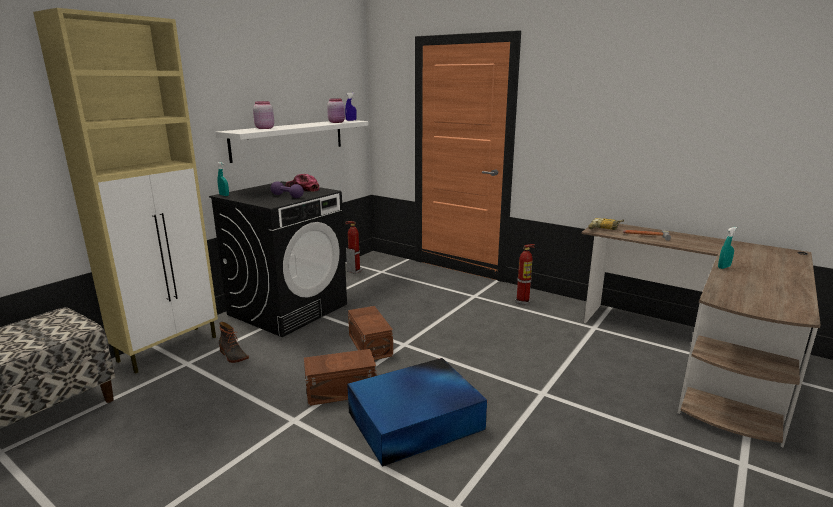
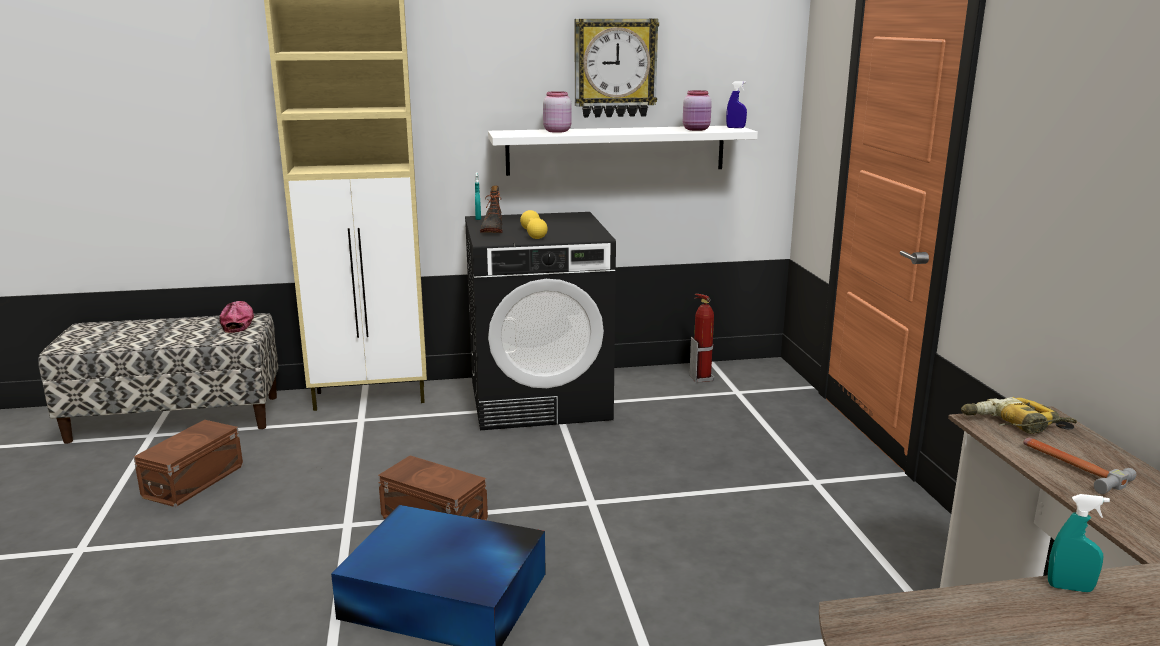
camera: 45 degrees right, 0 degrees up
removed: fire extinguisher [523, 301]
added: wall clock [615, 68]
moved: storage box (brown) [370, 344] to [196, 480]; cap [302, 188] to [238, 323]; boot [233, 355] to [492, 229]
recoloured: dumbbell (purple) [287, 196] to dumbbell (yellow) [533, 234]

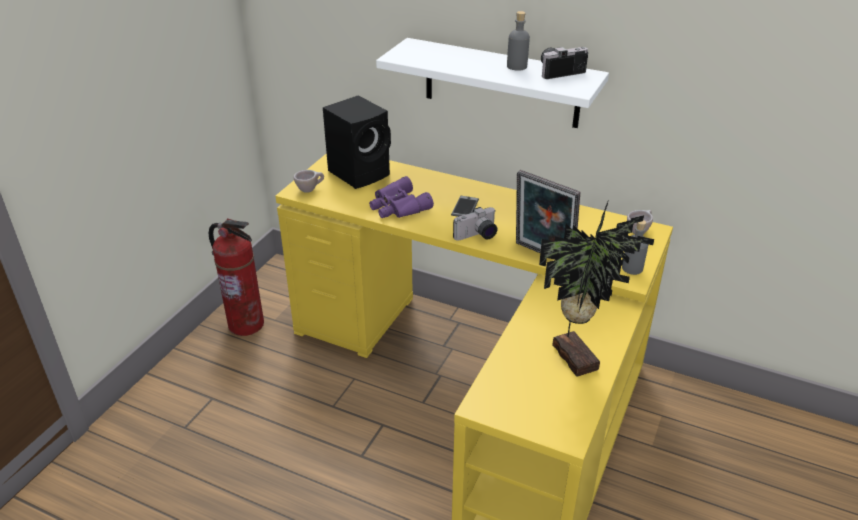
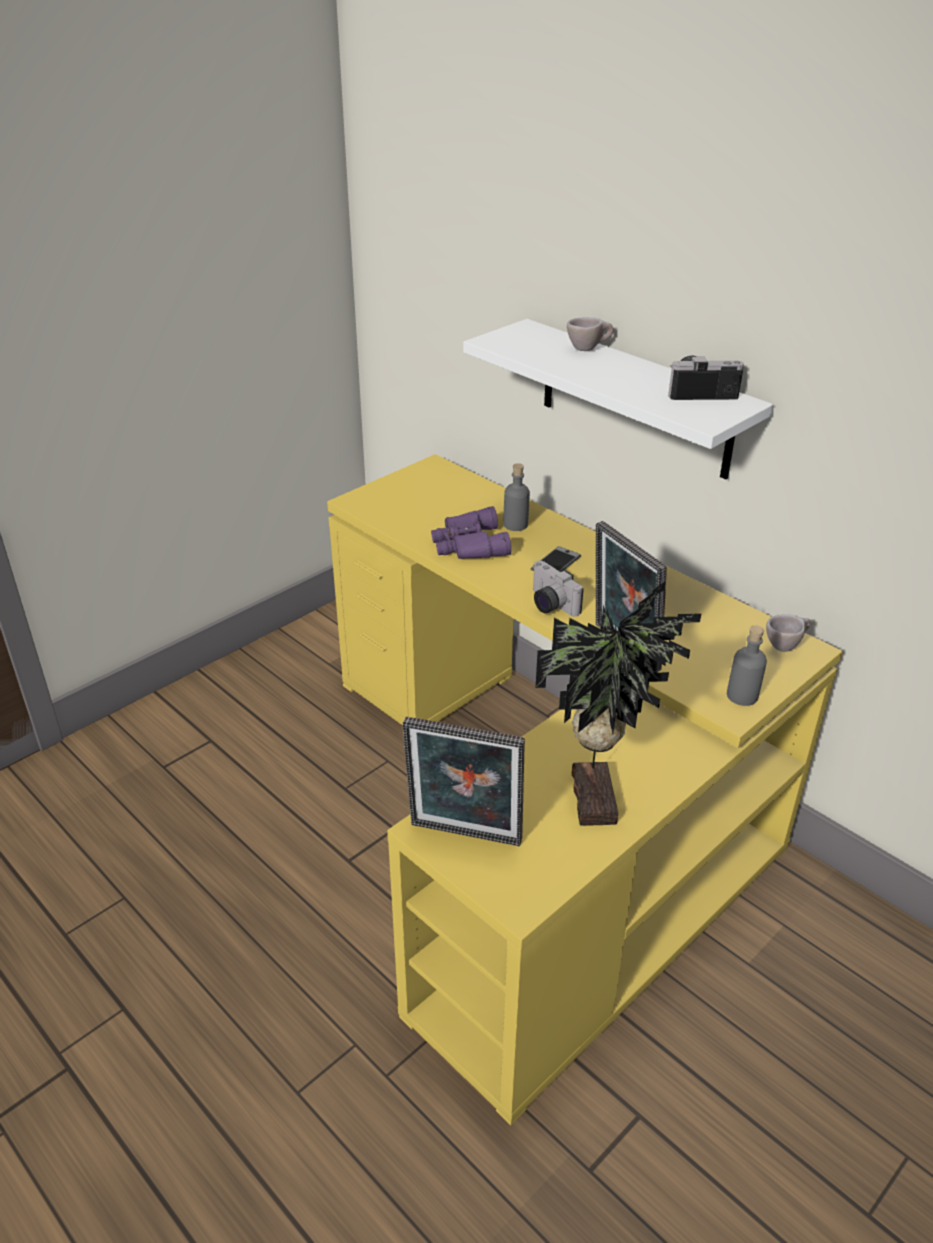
camera: 20 degrees right, 0 degrees up
removed: fire extinguisher [246, 324]; speaker (black) [361, 173]
added: picture frame [464, 837]
moved: bottle (grey) [517, 66] to [515, 524]; cup (beige) [310, 189] to [588, 349]
turned: photo camera [477, 236] = [549, 604] 60 degrees clockwise

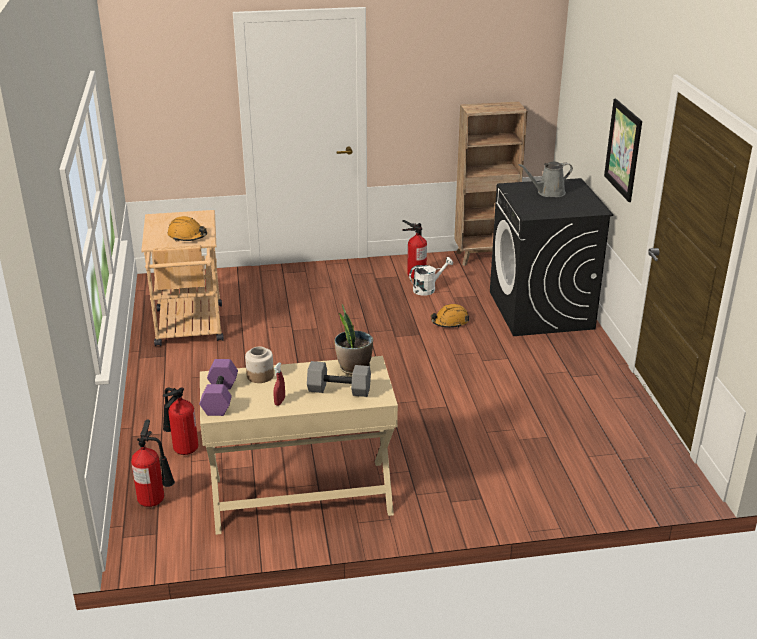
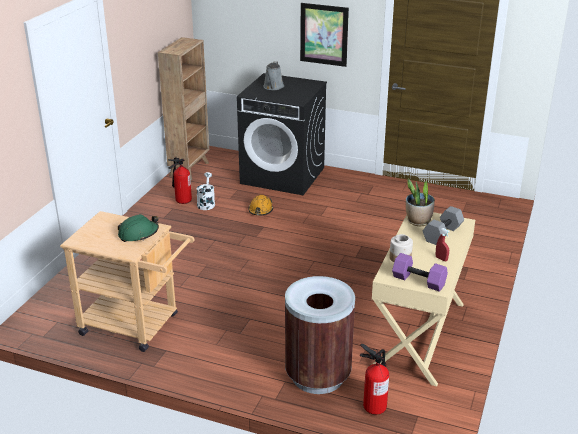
camera: 60 degrees left, 0 degrees up
replaced: fire extinguisher [182, 450] to trash can (brown) [317, 376]
recoloured: hard hat (orange) [187, 236] to hard hat (green) [138, 234]

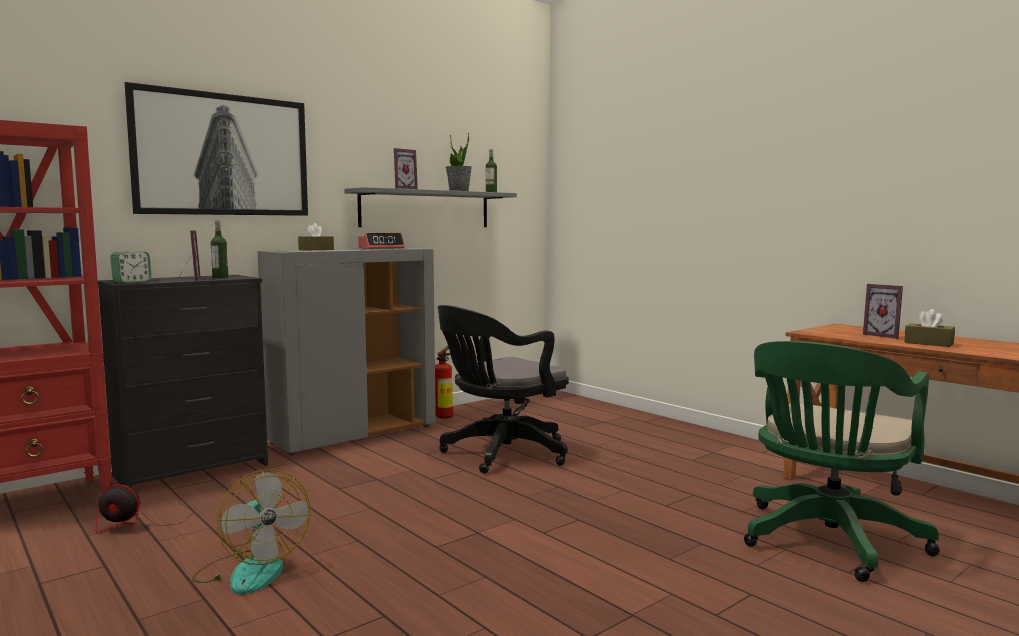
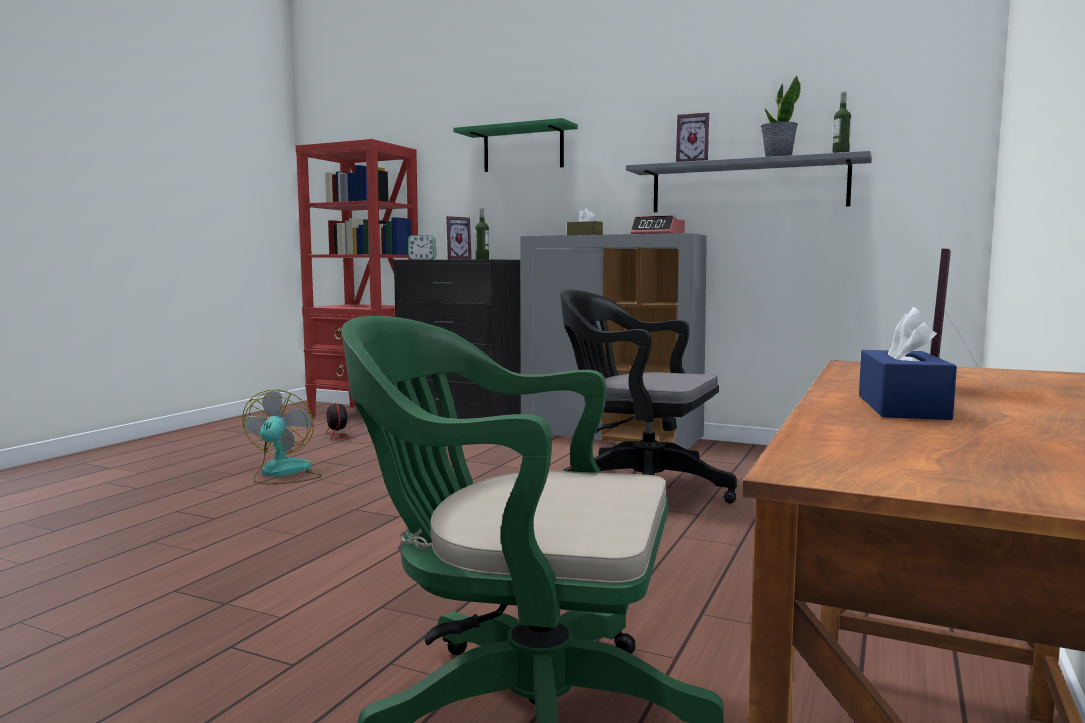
camera: 65 degrees right, 0 degrees up
removed: fire extinguisher [446, 416]
replaced: picture [222, 155] to shelf (green) [523, 149]
recoloured: tissue box (brown) [928, 343] to tissue box (blue) [902, 407]
turned: fan [251, 571] = [282, 473] 150 degrees clockwise

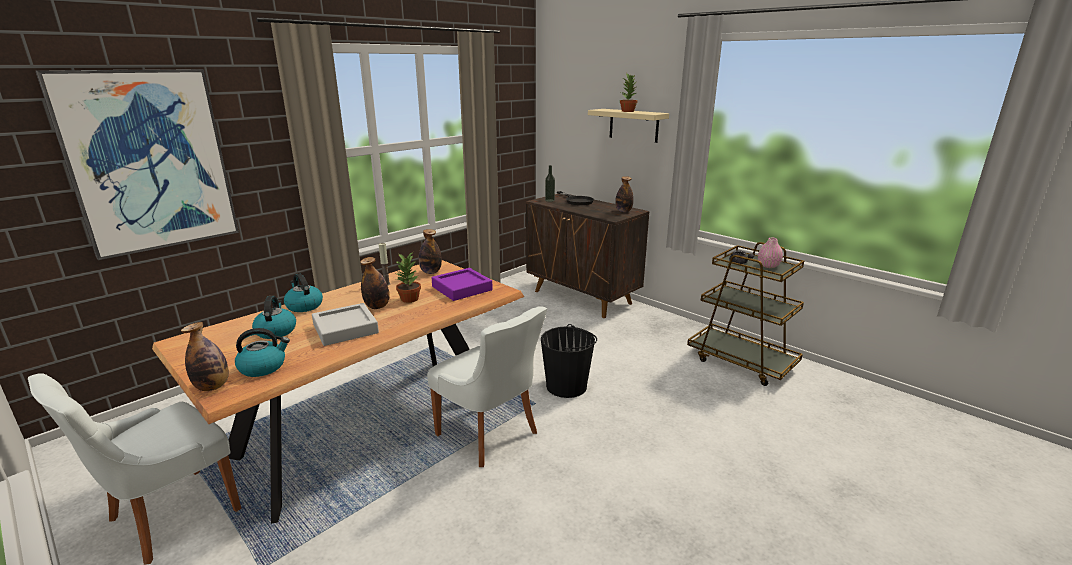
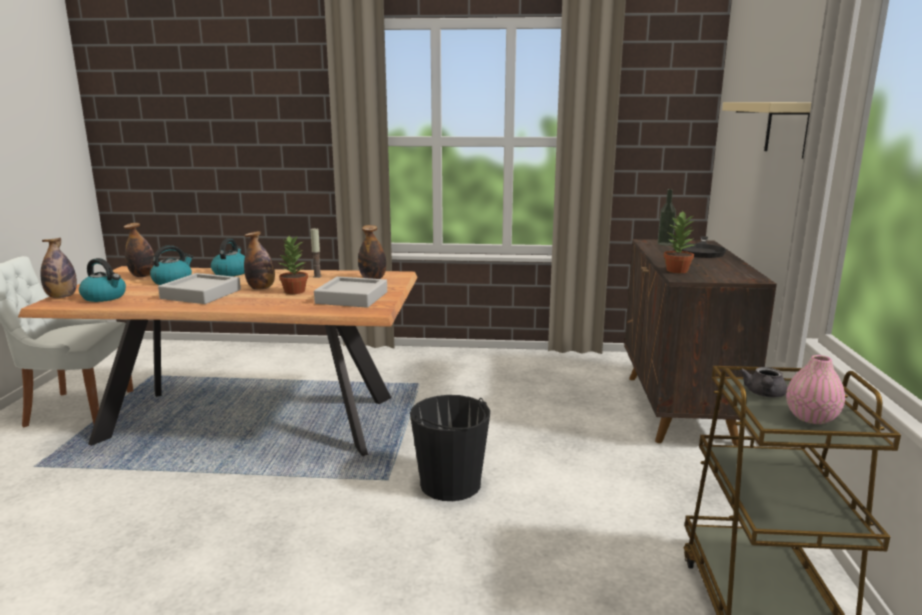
camera: 50 degrees right, 5 degrees down
removed: picture [149, 161]; chair (white) [490, 435]
moved: bottle [623, 211] to [143, 276]; potted plant [628, 111] to [677, 270]
recoloured: tray (purple) [462, 288] to tray (grey) [352, 298]

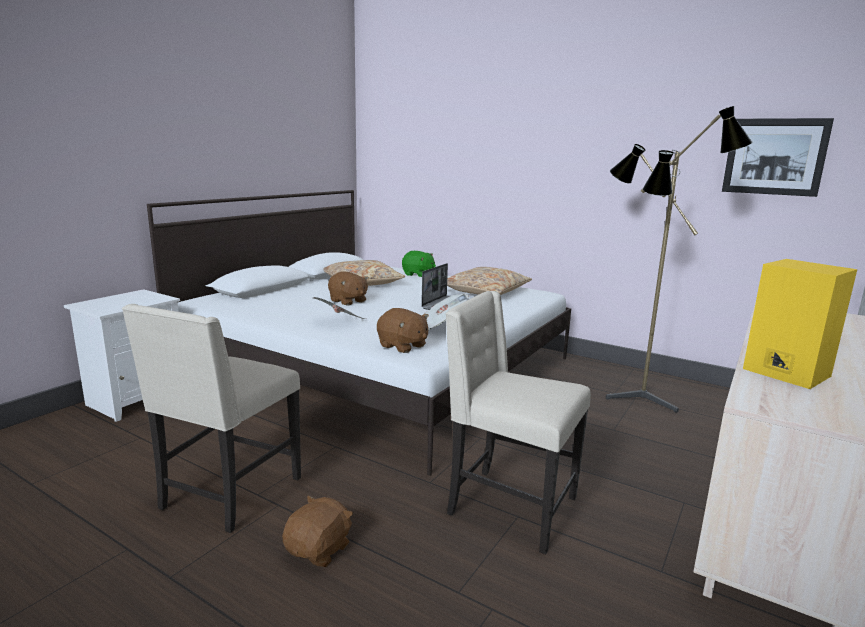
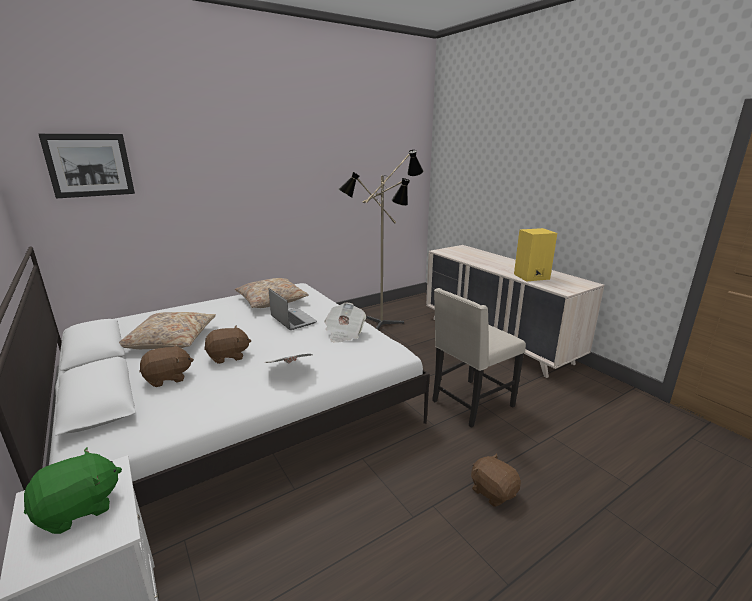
camera: 65 degrees left, 5 degrees up
removed: chair (beige) [229, 494]
moved: plush toy (green) [418, 274] to [79, 509]; picture [774, 156] to [89, 165]; plush toy (brown) [402, 346] to [168, 378]

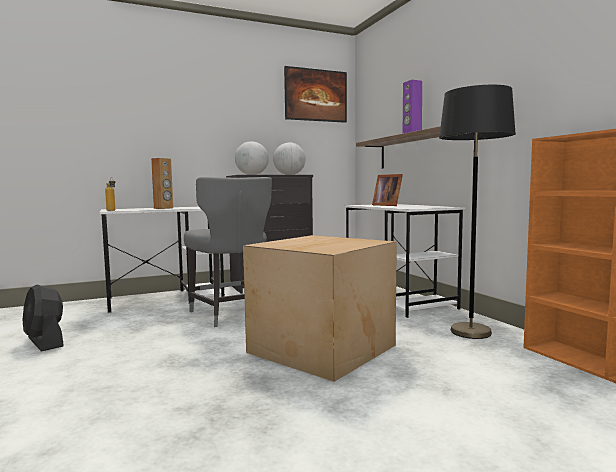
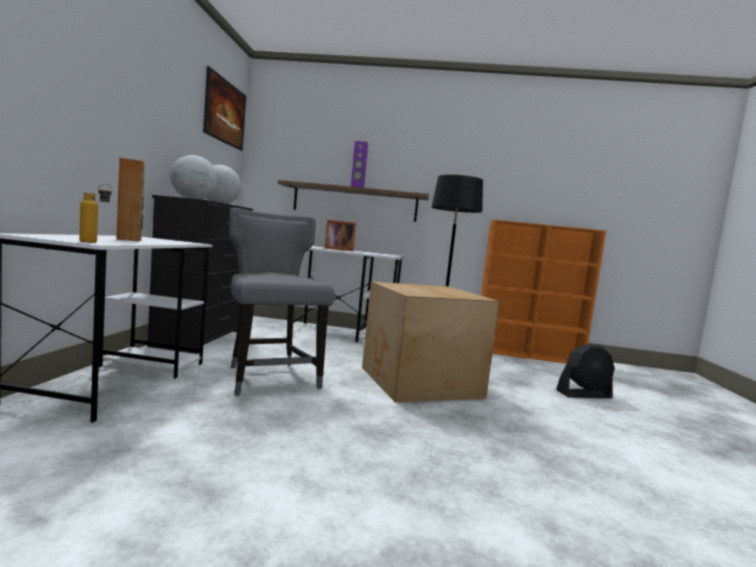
camera: 60 degrees left, 0 degrees up
moved: fan (black) [45, 342] to [584, 394]
turned: chair (grey) [230, 315] = [270, 377] 120 degrees counterclockwise

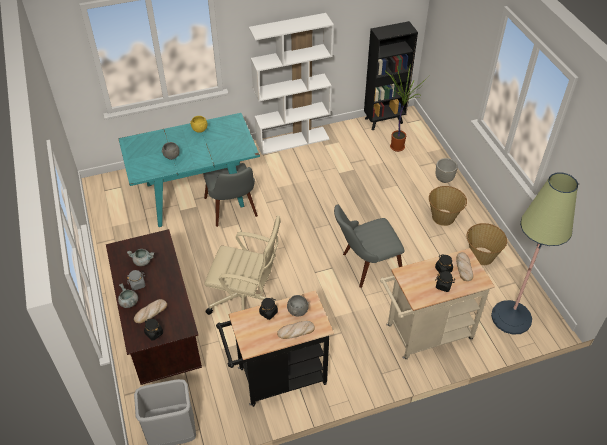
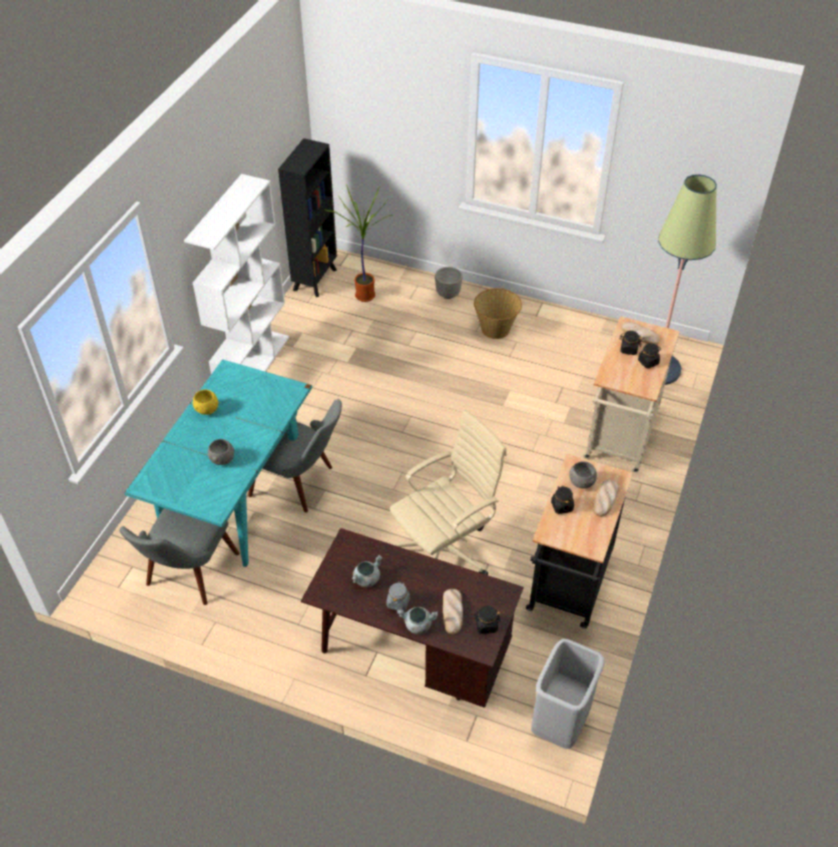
camera: 50 degrees left, 0 degrees up
removed: basket [481, 256]
moved: chair (grey) [365, 266] to [186, 578]

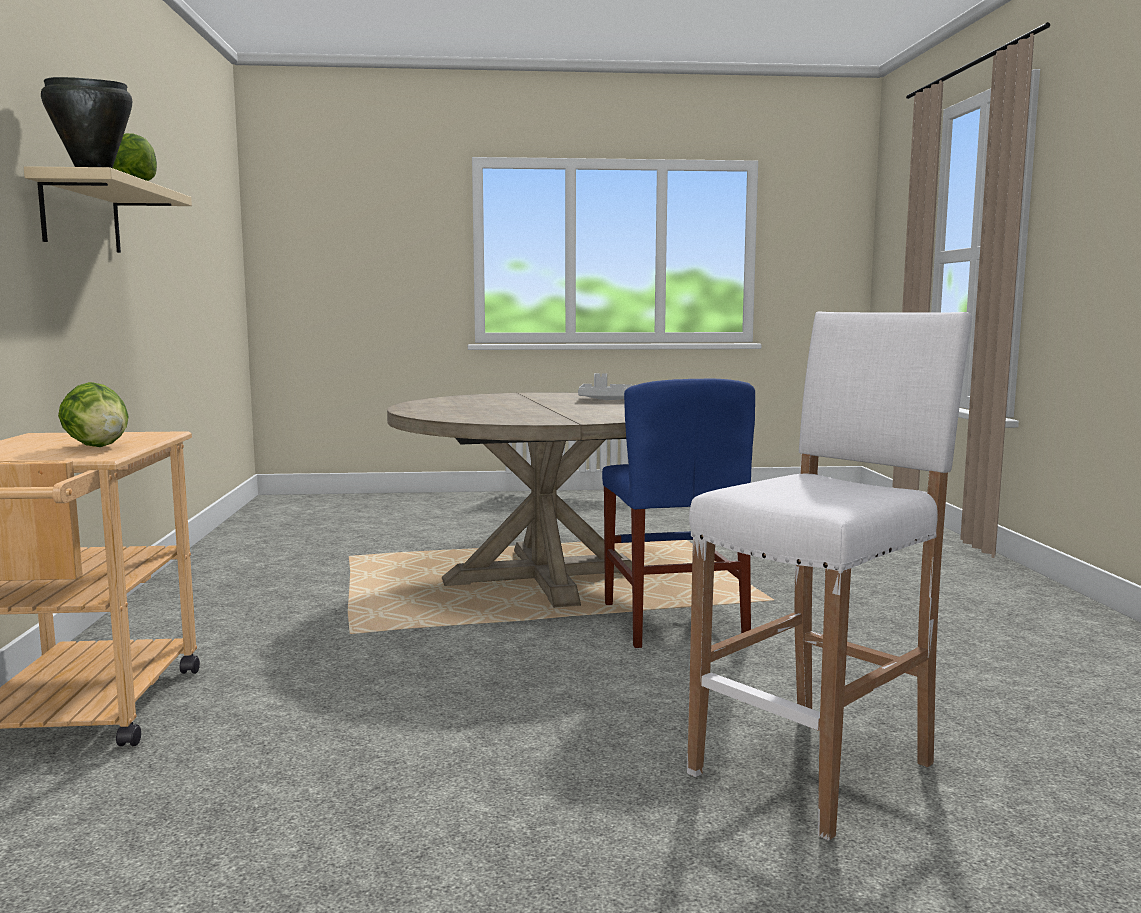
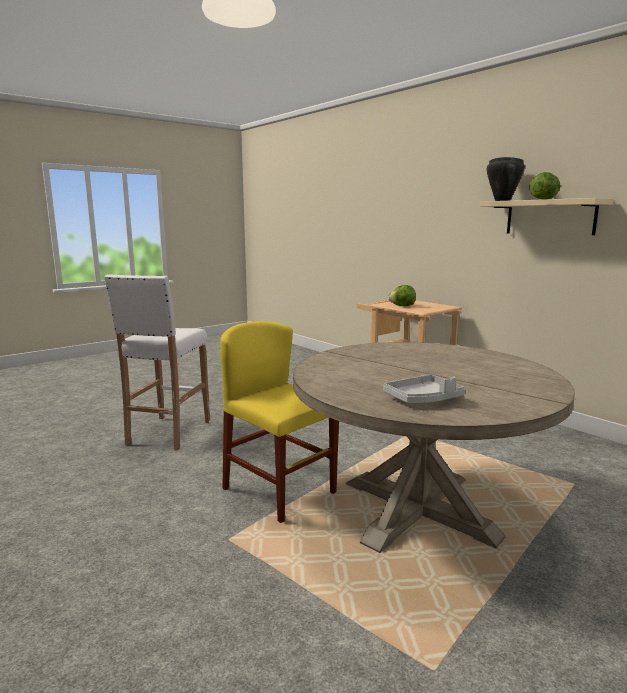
camera: 145 degrees right, 5 degrees up
recoloured: chair (blue) [673, 621] to chair (yellow) [279, 490]

